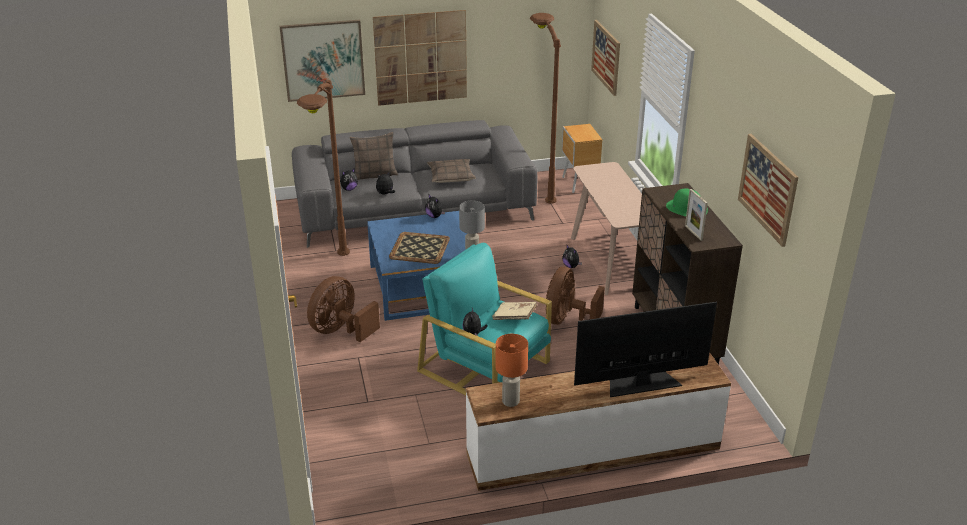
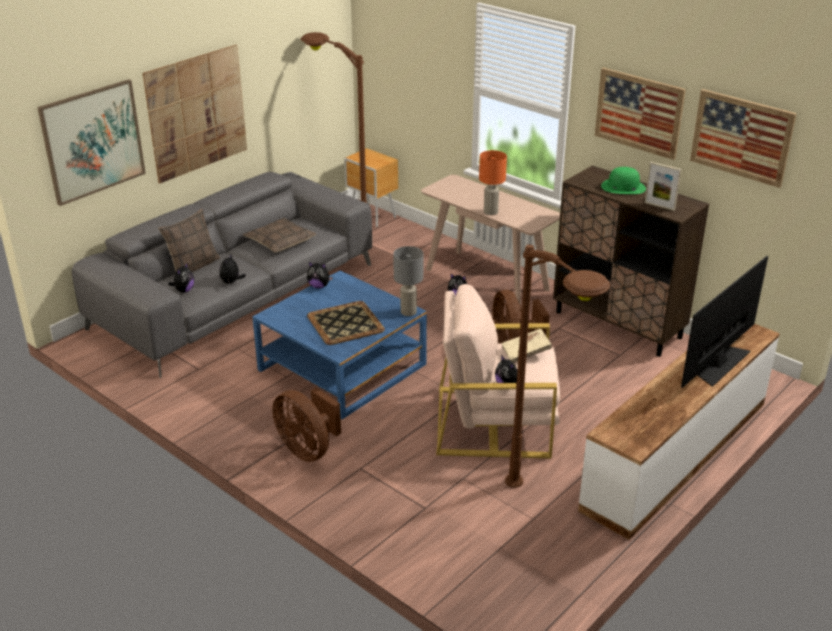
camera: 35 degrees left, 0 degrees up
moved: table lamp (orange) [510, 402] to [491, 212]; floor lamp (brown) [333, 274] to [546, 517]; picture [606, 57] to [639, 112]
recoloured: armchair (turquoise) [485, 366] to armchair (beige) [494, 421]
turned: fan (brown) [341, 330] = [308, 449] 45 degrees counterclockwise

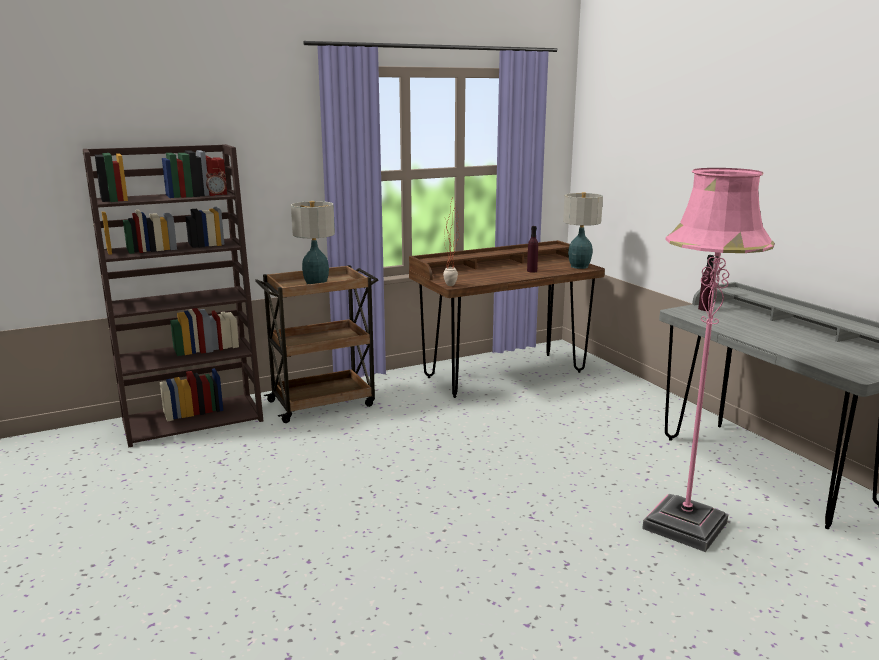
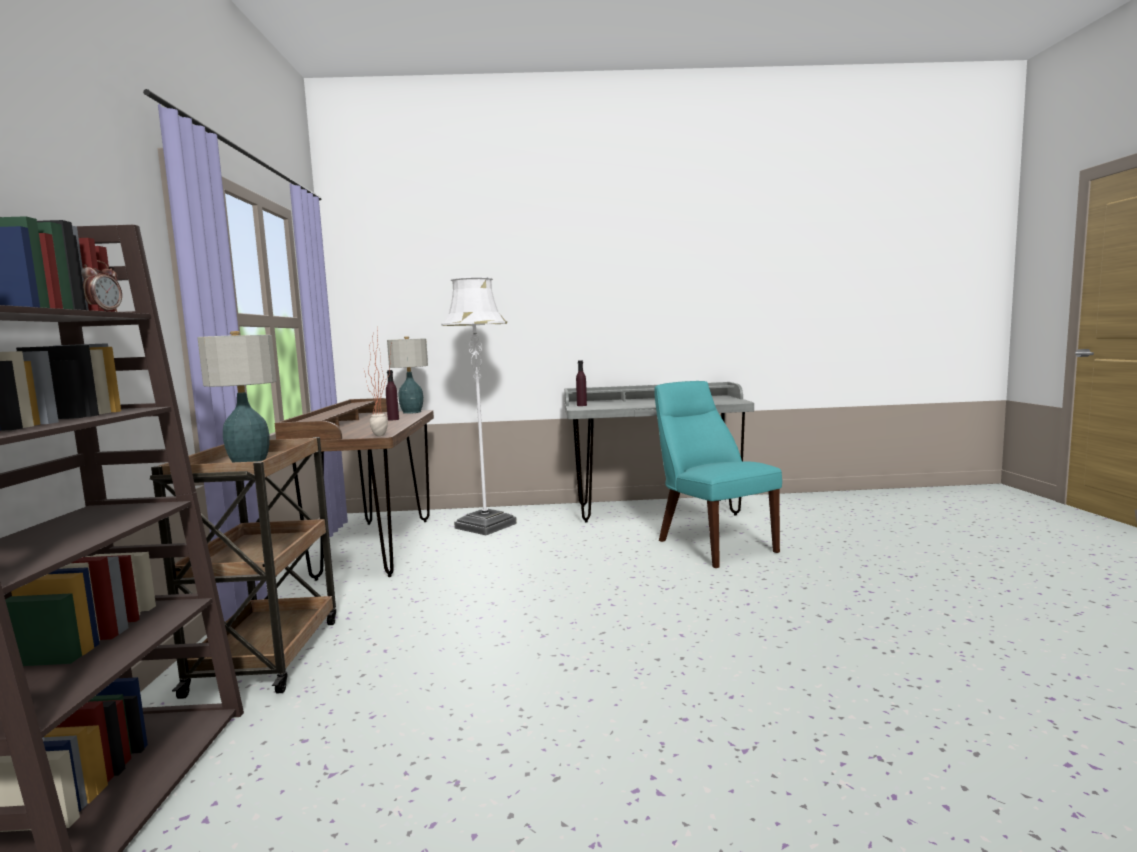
camera: 65 degrees left, 10 degrees down
added: floor lamp (white) [486, 526]
replaced: floor lamp (pink) [685, 526] to chair (turquoise) [712, 545]

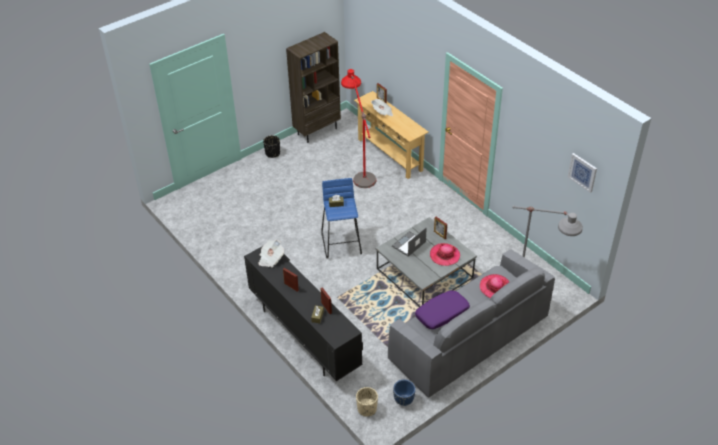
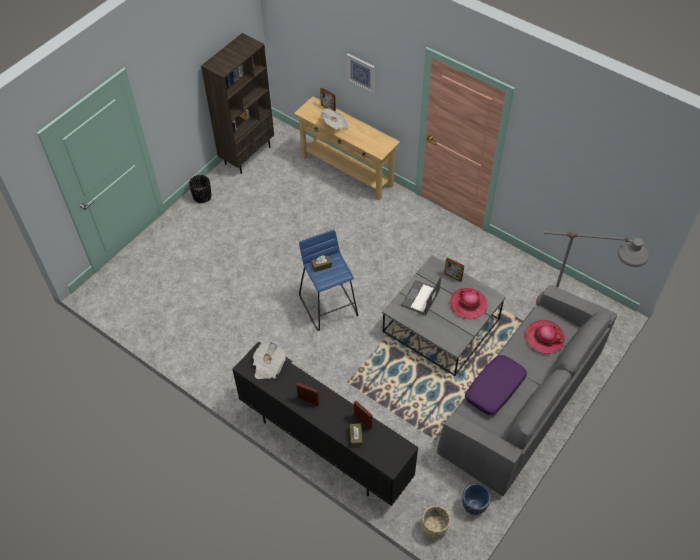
camera: 15 degrees left, 10 degrees up
removed: floor lamp (red) [360, 170]
moved: picture [582, 172] to [361, 72]

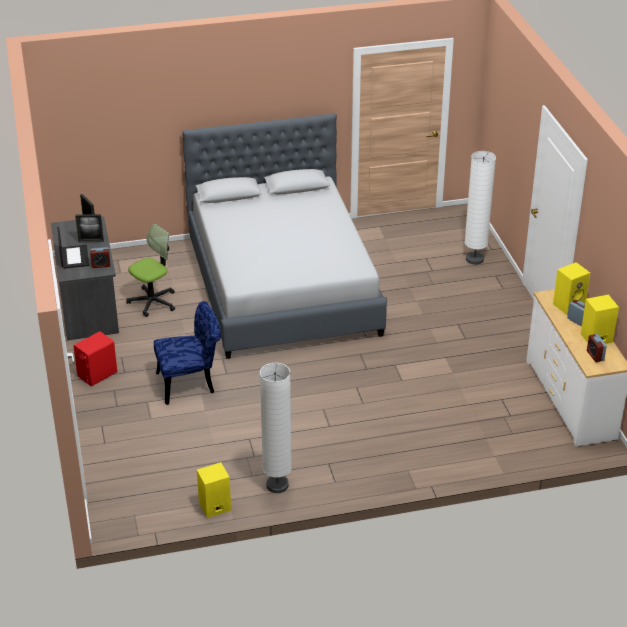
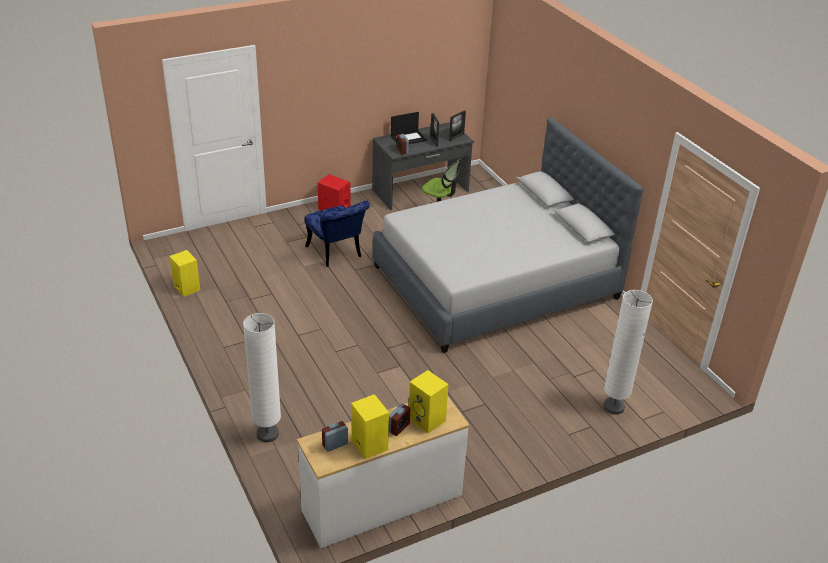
camera: 75 degrees right, 0 degrees up
moved: floor lamp (white) [277, 485] to [267, 434]

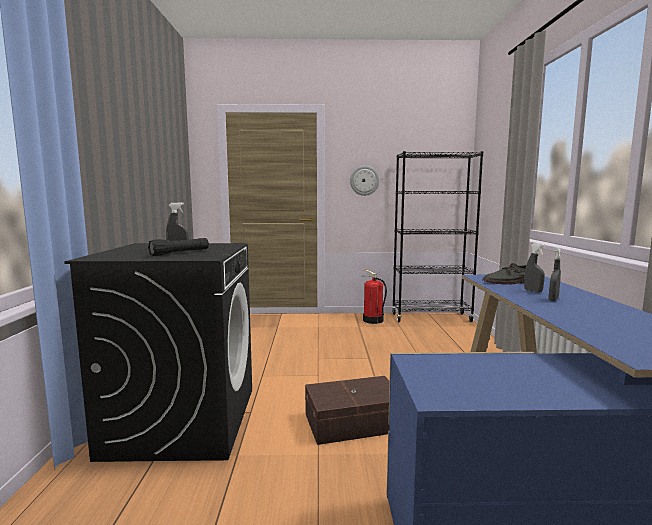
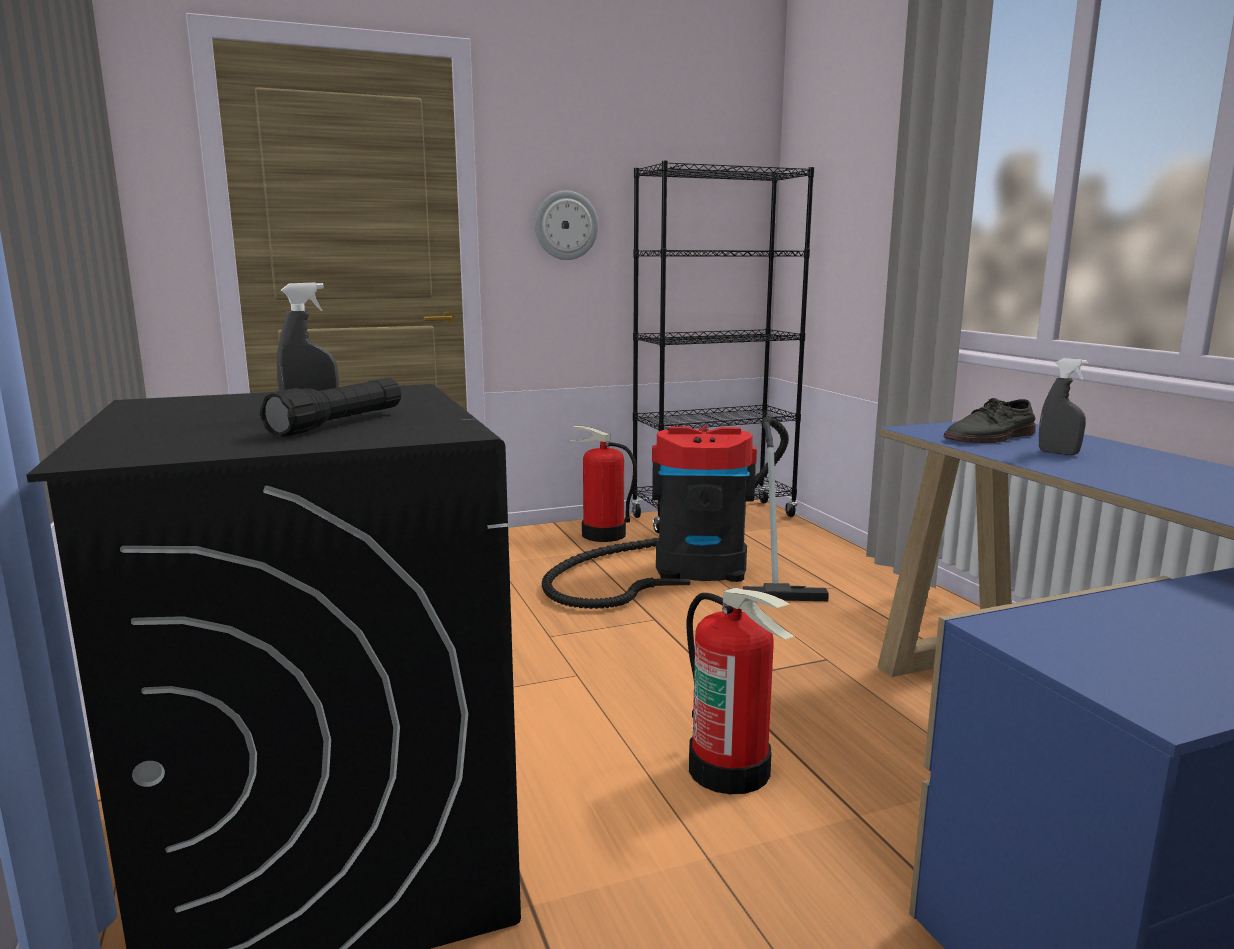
camera: 20 degrees left, 5 degrees up
removed: spray bottle (grey) [553, 299]
added: vacuum cleaner [689, 571]
replaced: storage box (brown) [354, 423] to fire extinguisher [730, 769]

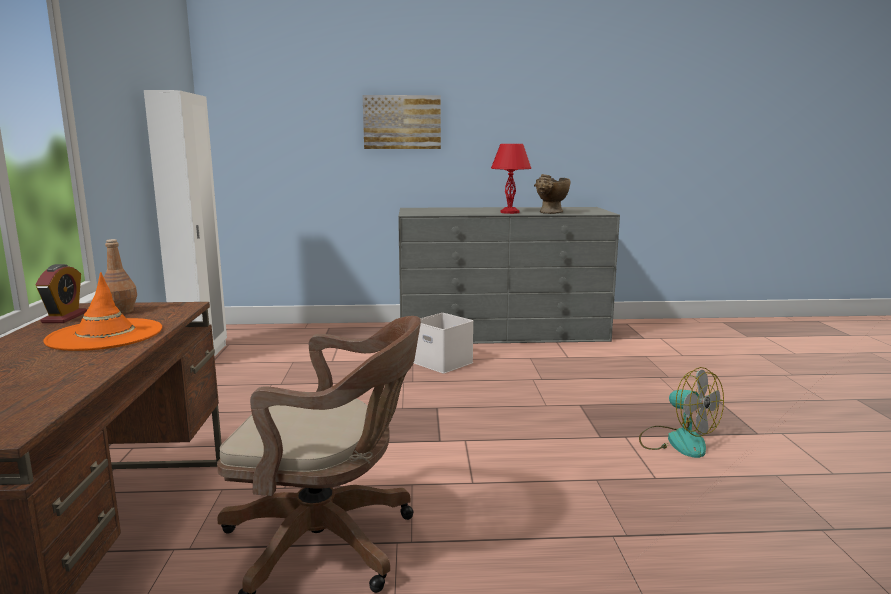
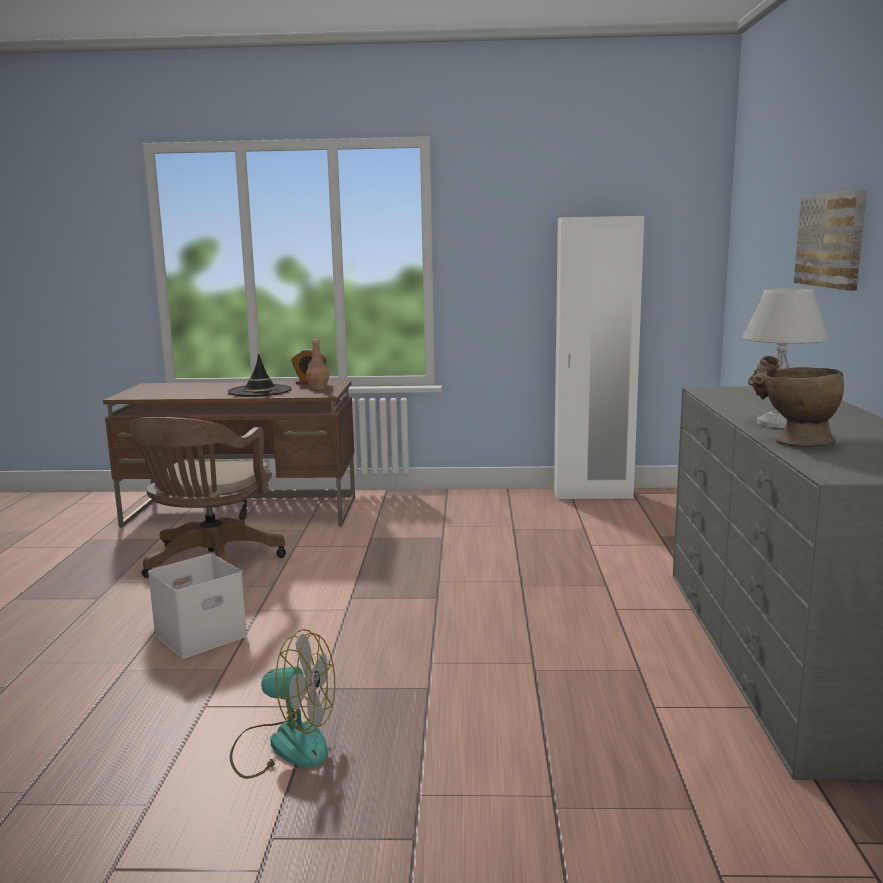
camera: 95 degrees right, 0 degrees up
moved: storage box (white) [441, 362] to [201, 634]
recoloured: hat (orange) [105, 335] to hat (black) [260, 391]; table lamp (red) [510, 212] to table lamp (white) [778, 424]
turned: fan [677, 441] = [284, 745] 135 degrees counterclockwise

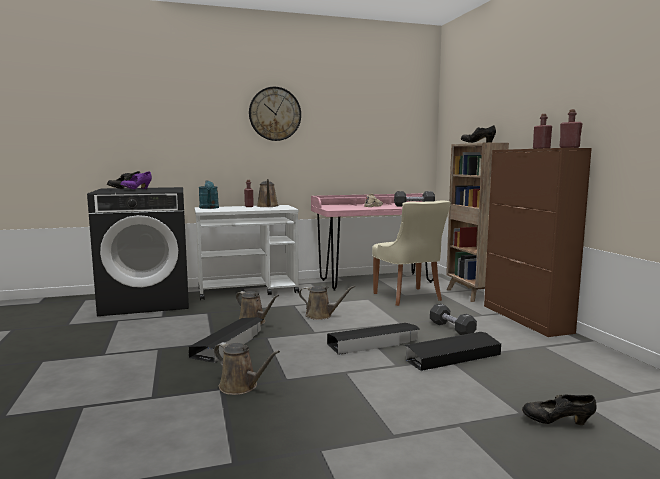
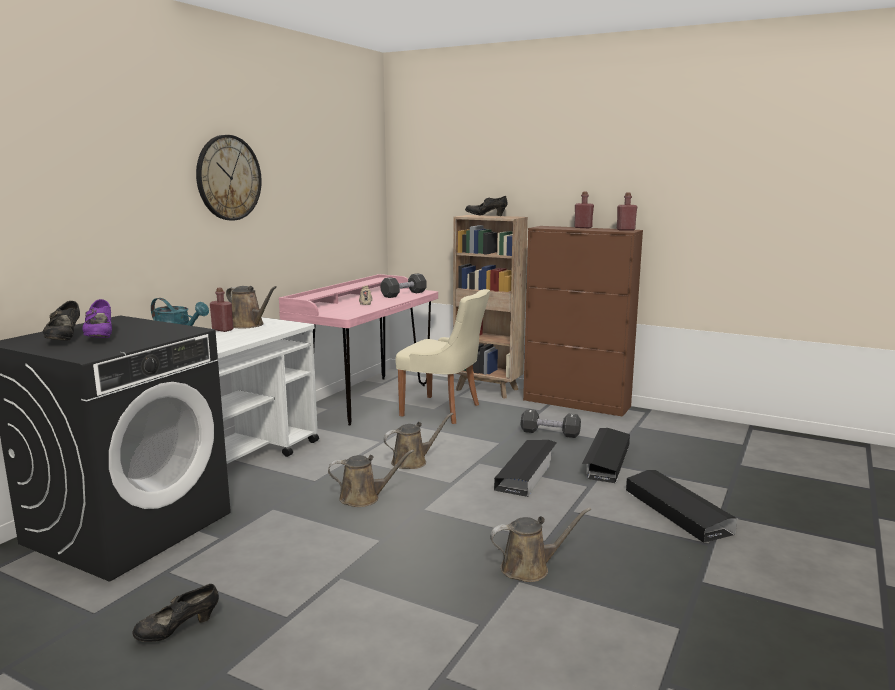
camera: 45 degrees left, 5 degrees up
moved: shoe (black) [557, 422] to [178, 630]; storage box (black) [229, 344] to [677, 511]

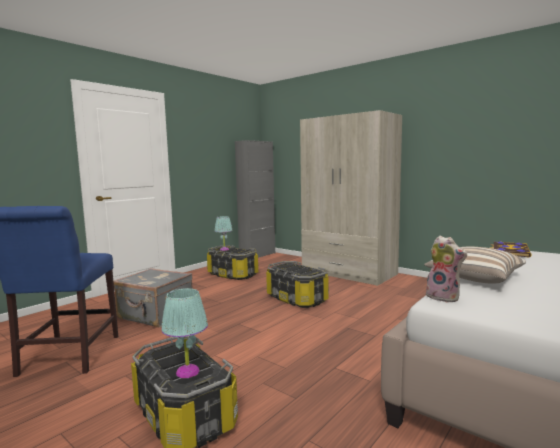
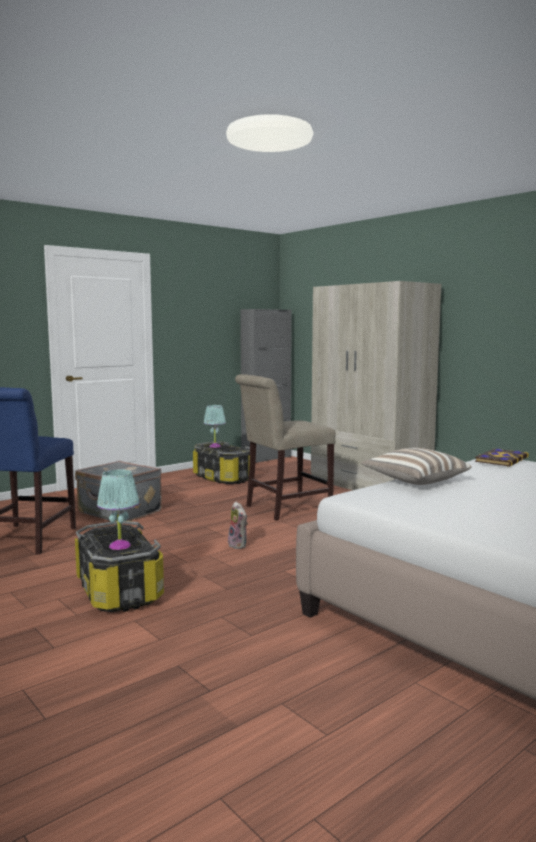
camera: 10 degrees right, 0 degrees up
moved: plush toy [444, 297] to [239, 545]
replaced: storage box [296, 299] to chair (beige) [284, 508]

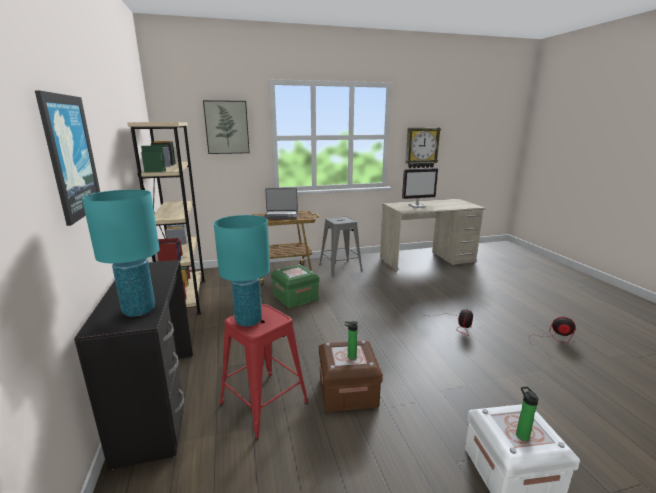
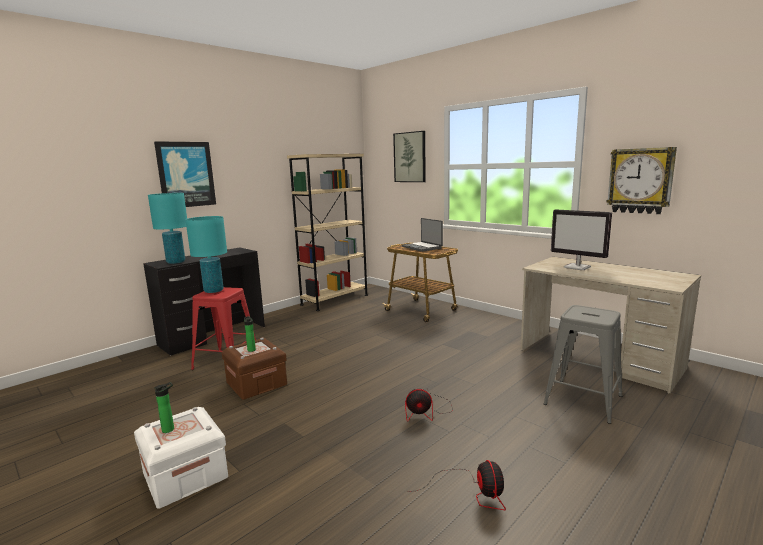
camera: 60 degrees right, 5 degrees down
removed: storage box (green) [295, 297]
moved: stool (grey) [340, 267] to [583, 400]

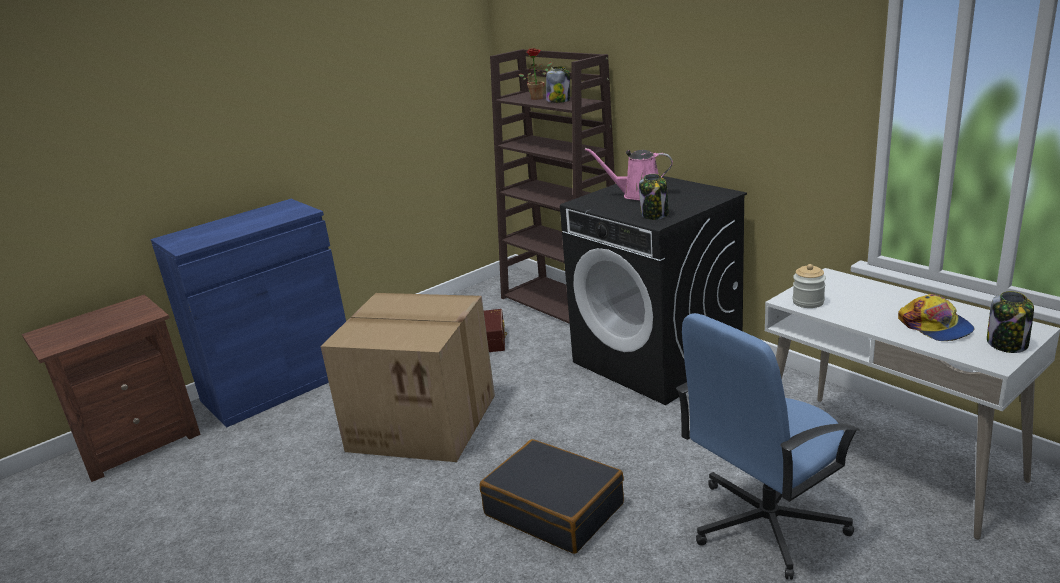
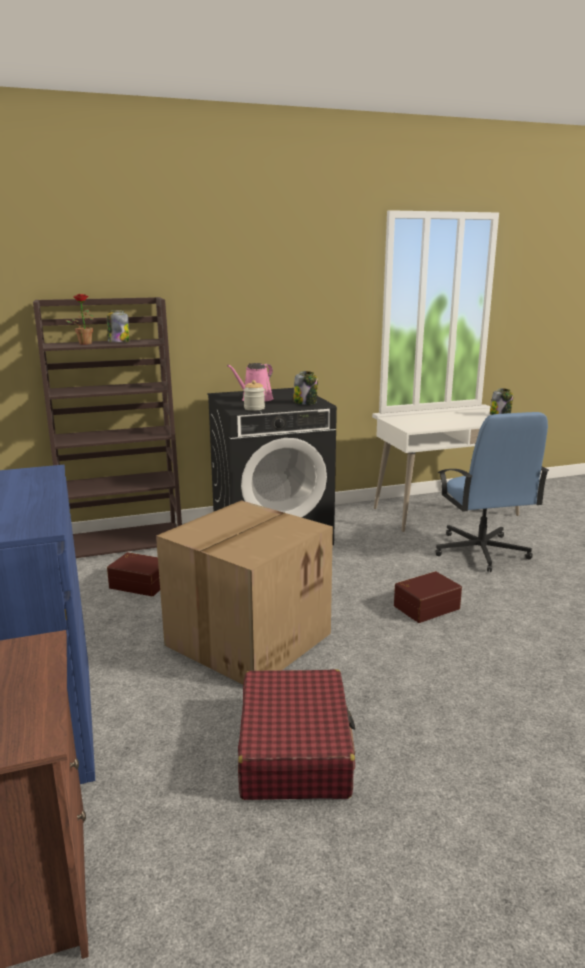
camera: 70 degrees left, 5 degrees down
removed: cap [935, 327]
added: suitcase (red) [295, 749]
moved: jar [808, 302] to [254, 408]
replaced: suitcase (black) [554, 509] to storage box (brown) [425, 606]

